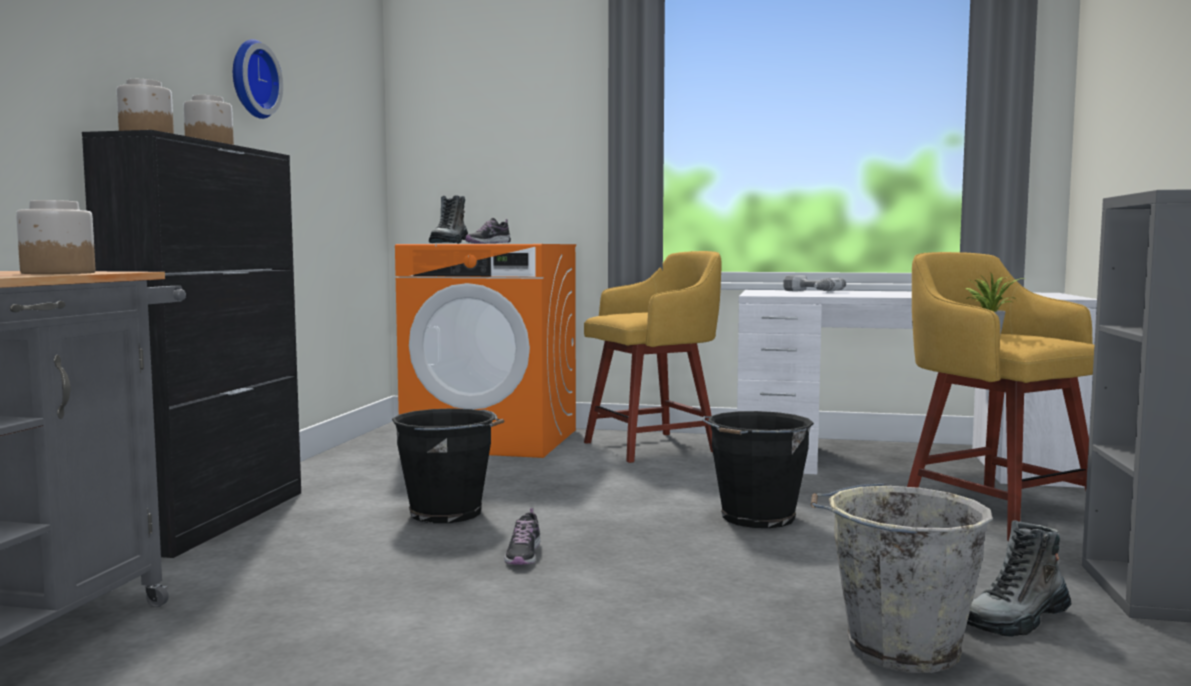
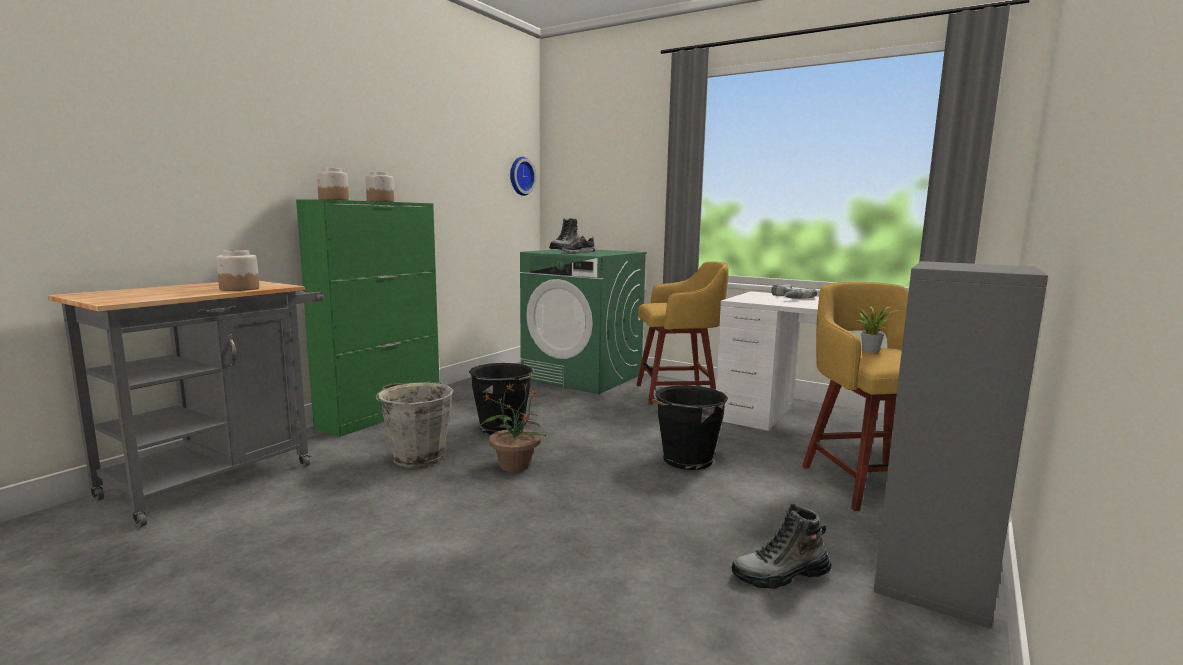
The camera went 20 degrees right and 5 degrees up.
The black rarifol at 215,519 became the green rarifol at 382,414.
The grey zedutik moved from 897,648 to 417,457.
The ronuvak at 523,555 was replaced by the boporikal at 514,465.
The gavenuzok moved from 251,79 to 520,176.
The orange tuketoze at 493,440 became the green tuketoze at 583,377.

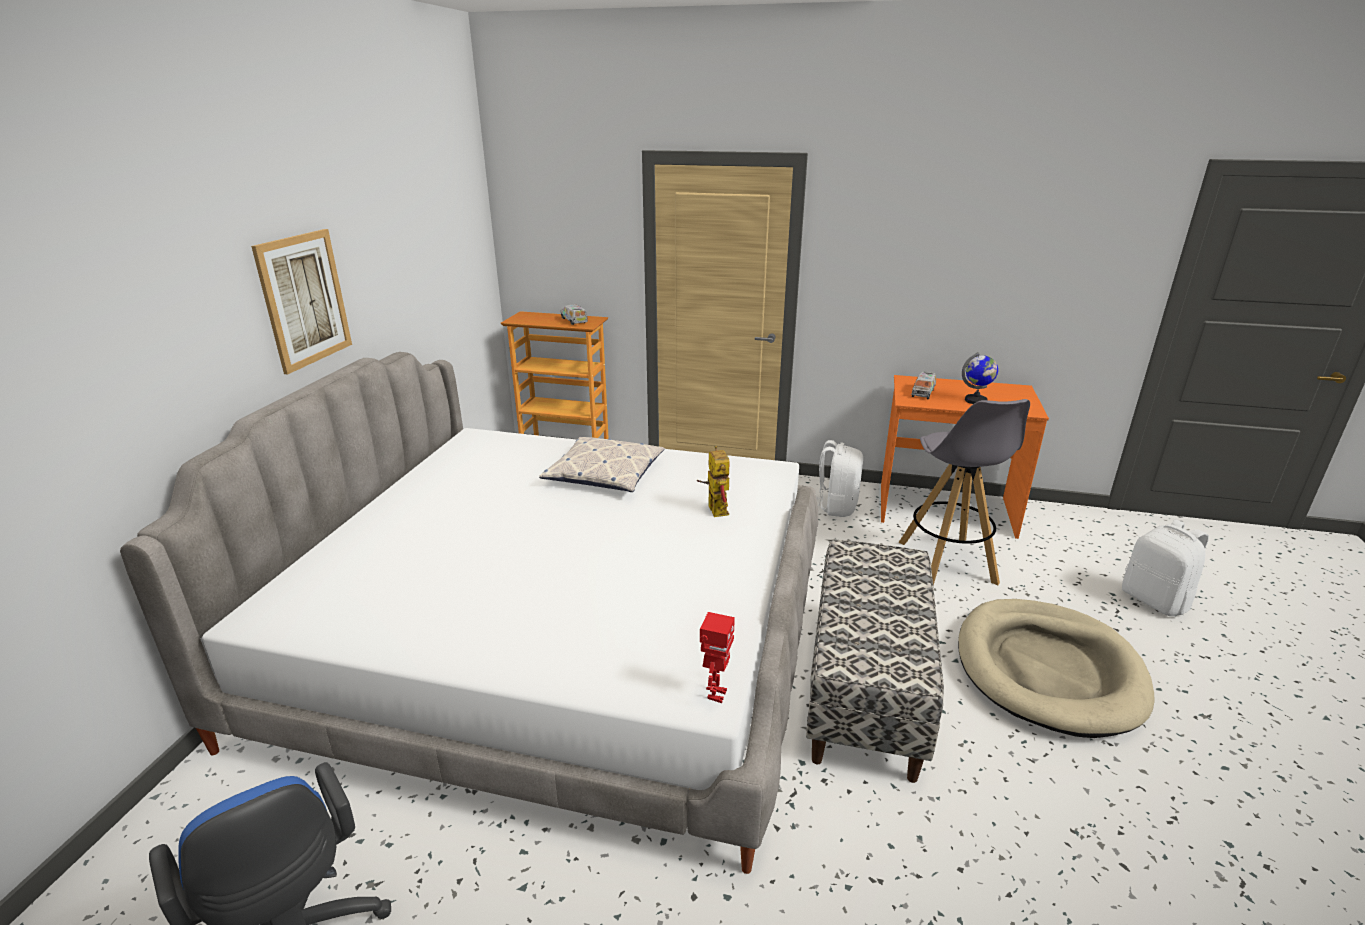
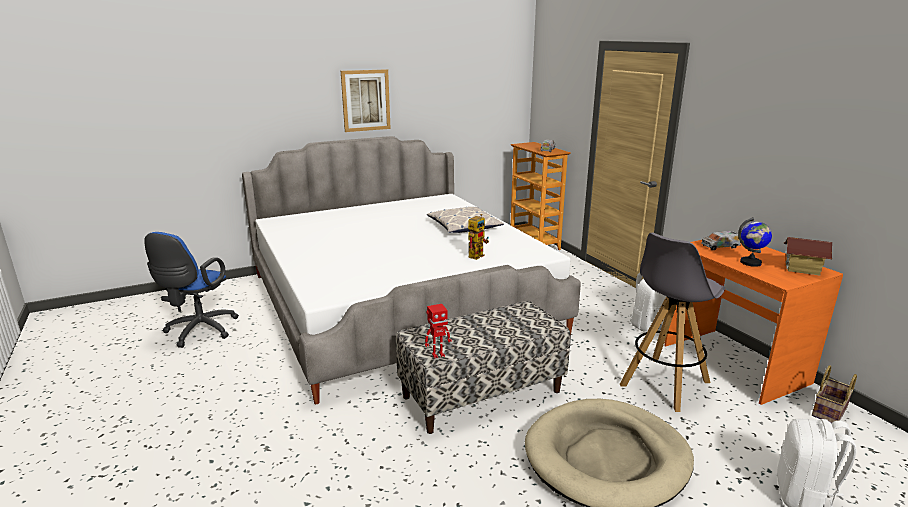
The camera went 50 degrees right and 5 degrees down.
The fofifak moved from 716,694 to 437,355.
The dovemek at 802,269 appeared.
The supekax at 830,412 appeared.

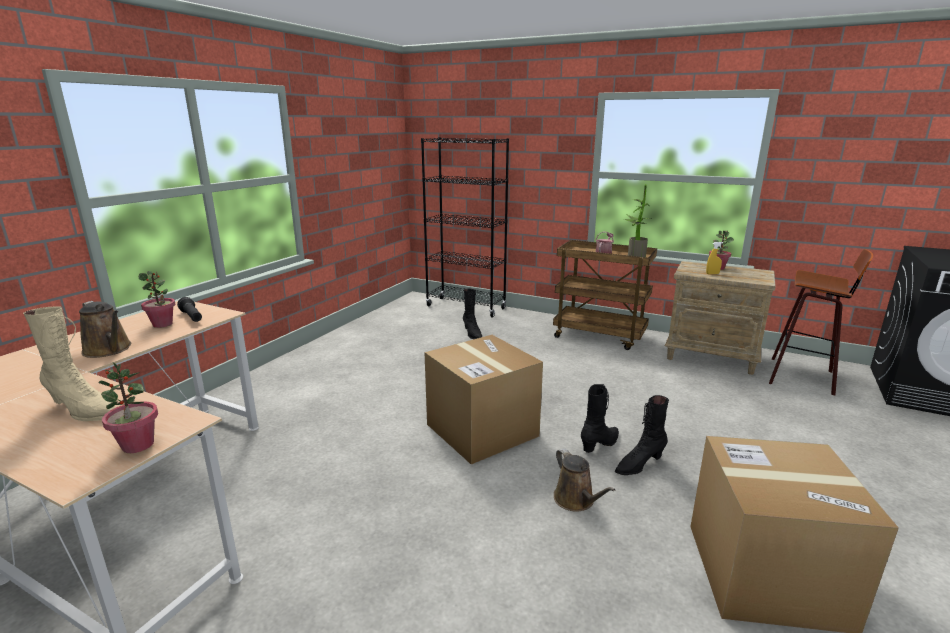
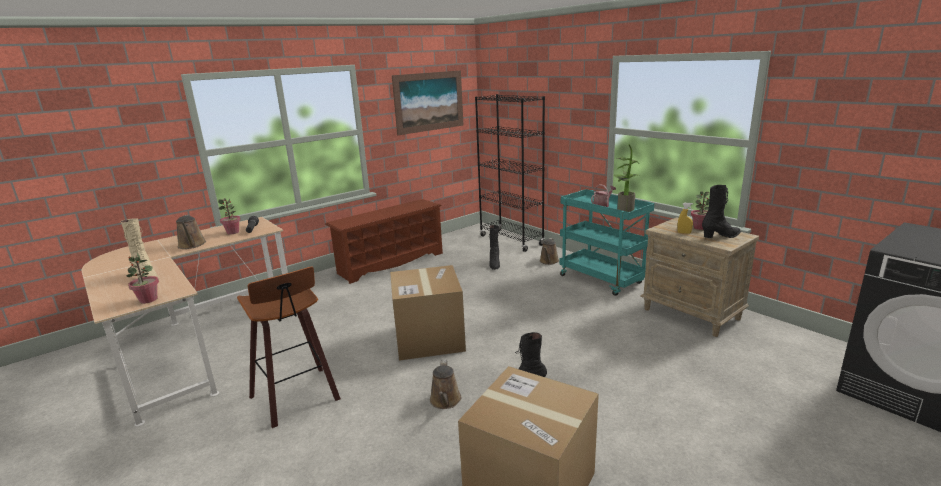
The camera went 25 degrees right and 0 degrees up.
The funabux moved from 804,376 to 298,398.
The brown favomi at 390,263 appeared.
The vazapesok at 429,101 appeared.
The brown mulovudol at 548,261 appeared.
The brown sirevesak at 600,336 became the turquoise sirevesak at 602,280.
The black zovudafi moved from 600,444 to 721,236.

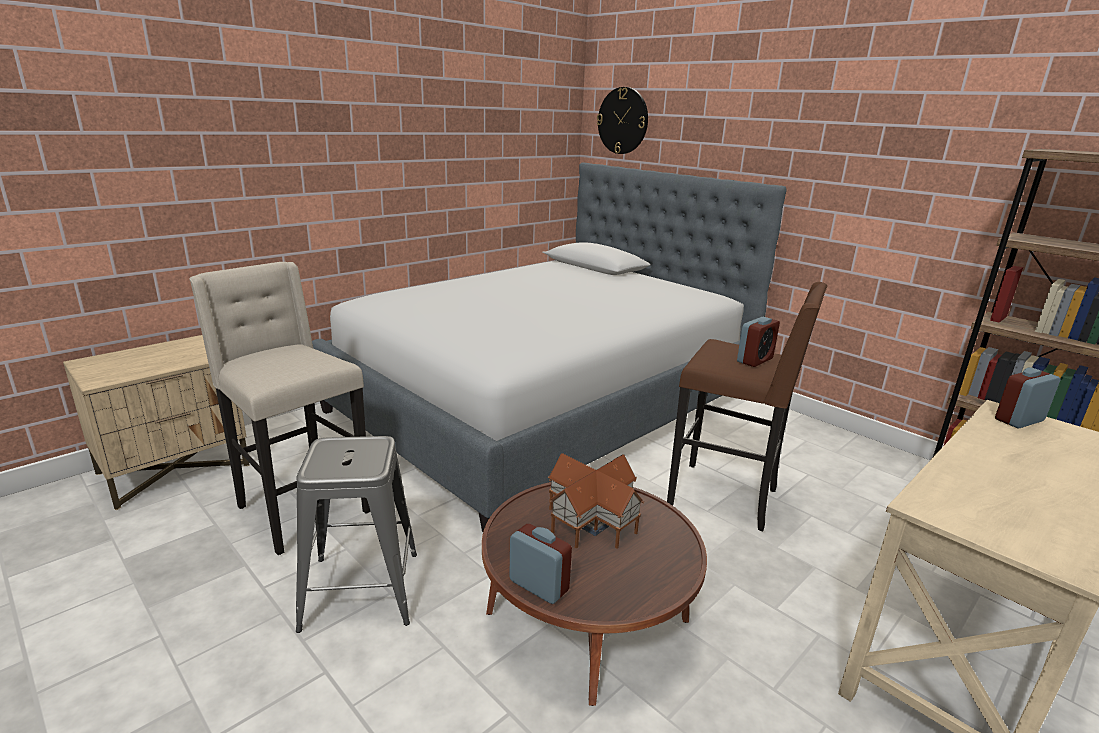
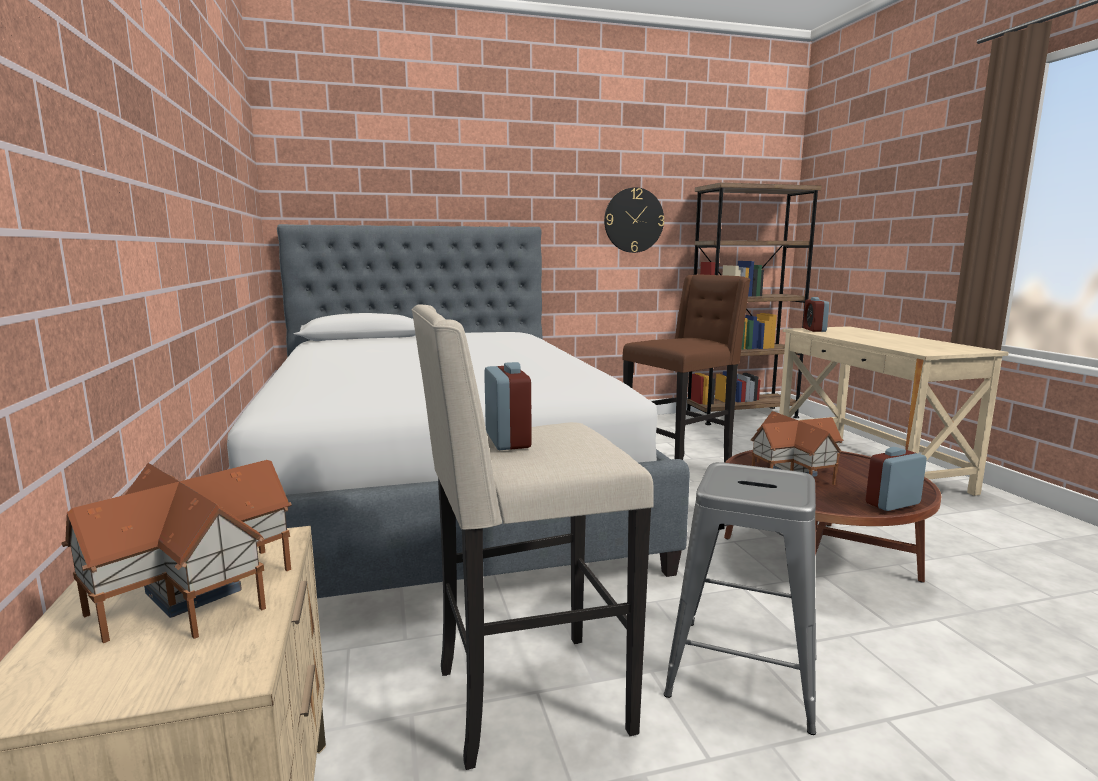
The camera went 60 degrees left and 10 degrees down.
The dovemek at 192,593 appeared.
The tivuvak moved from 755,360 to 507,440.
The gavenuzok moved from 623,121 to 633,220.

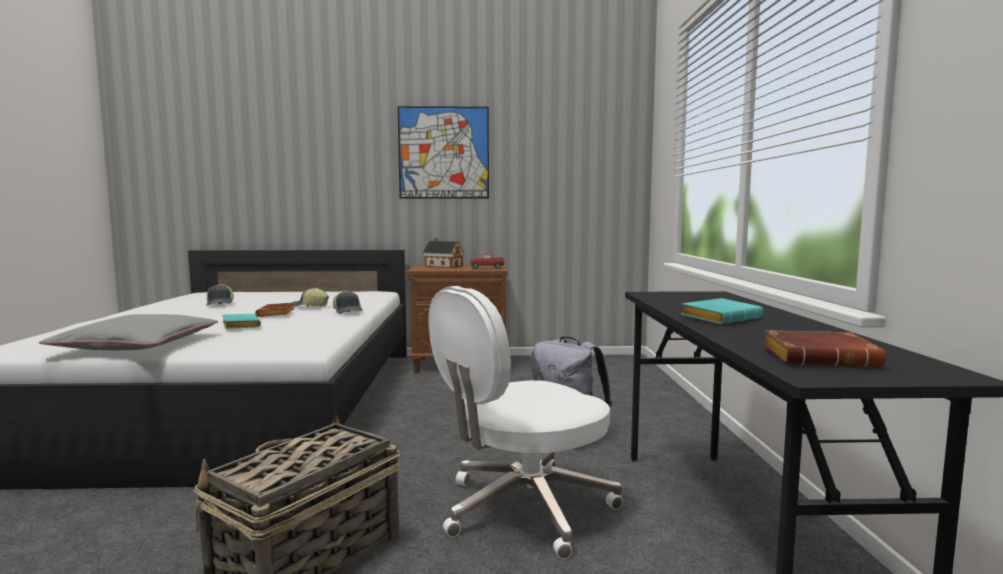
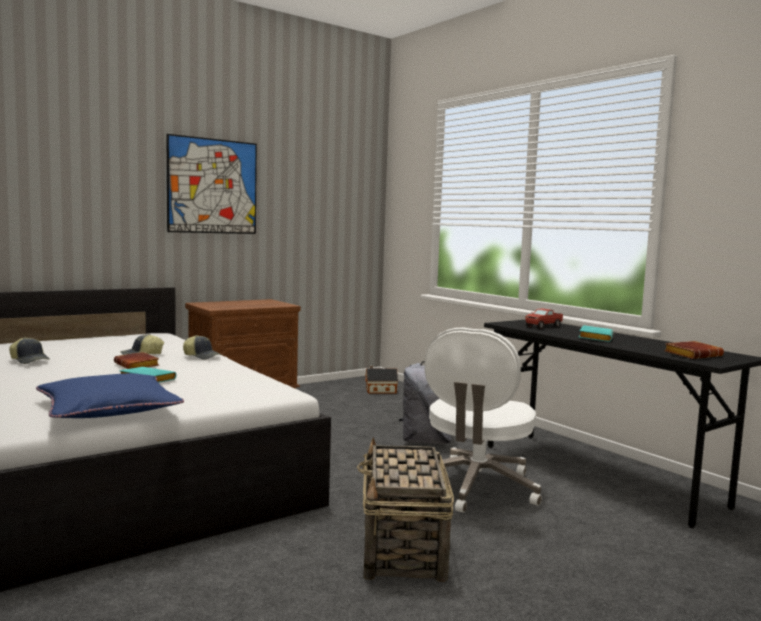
The camera went 35 degrees left and 0 degrees up.
The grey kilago at 137,345 became the blue kilago at 108,409.
The dovemek moved from 442,266 to 379,390.
The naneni moved from 487,268 to 543,326.

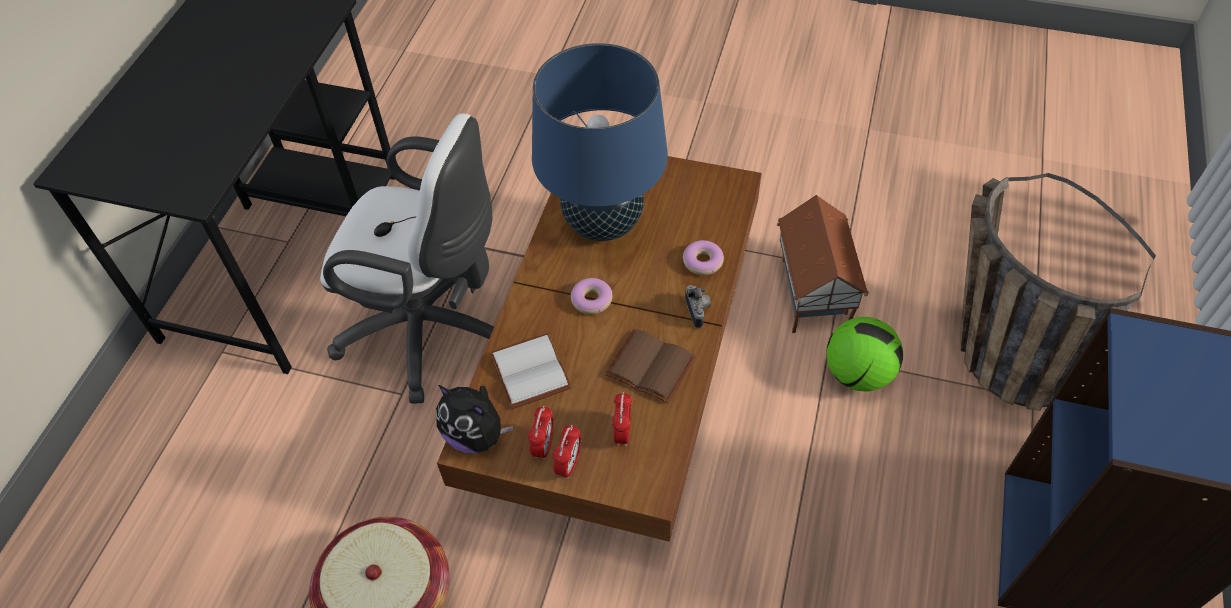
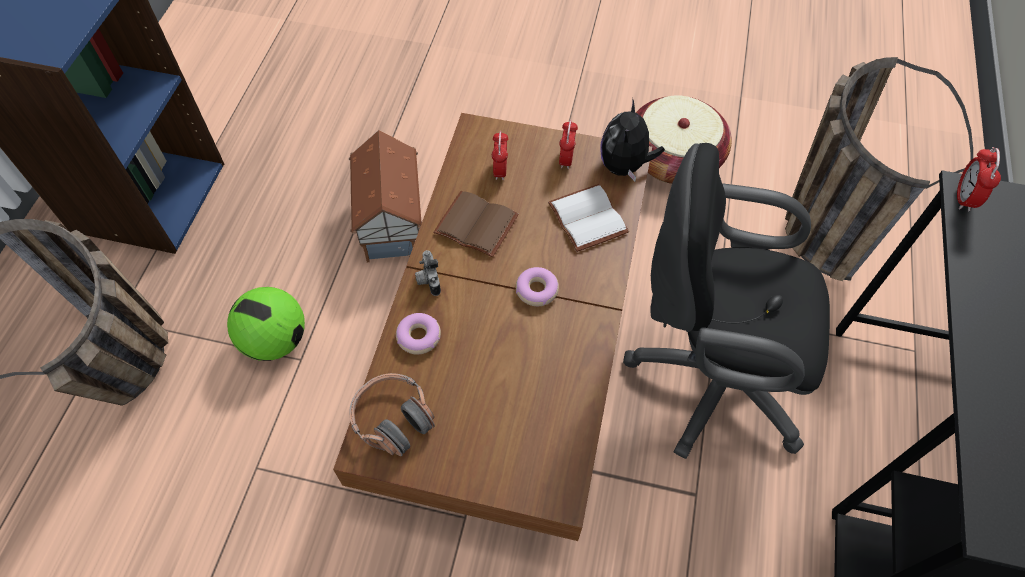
The camera went 175 degrees right and 5 degrees up.
The dovemek moved from 811,293 to 394,223.
The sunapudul at 393,419 appeared.
The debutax at 476,435 turned 105 degrees counterclockwise.
The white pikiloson at 432,331 became the black pikiloson at 707,377.
The supekax at 821,217 appeared.
The tivuvak moved from 569,464 to 963,198.
The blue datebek at 603,223 disappeared.

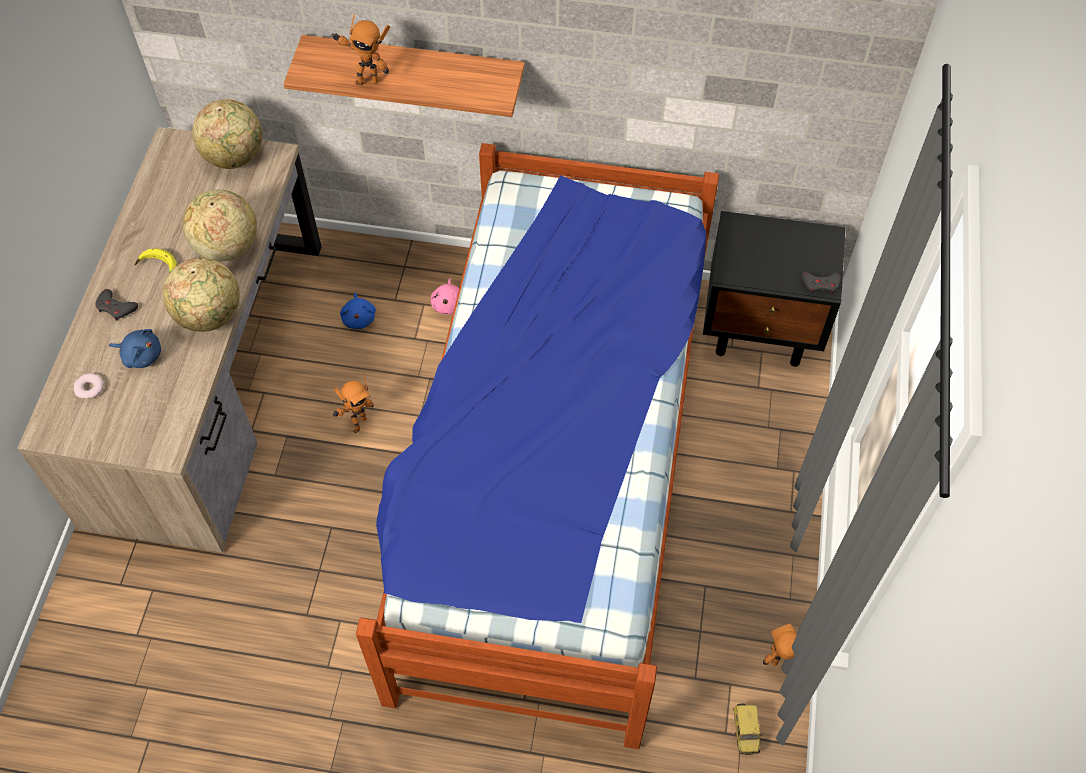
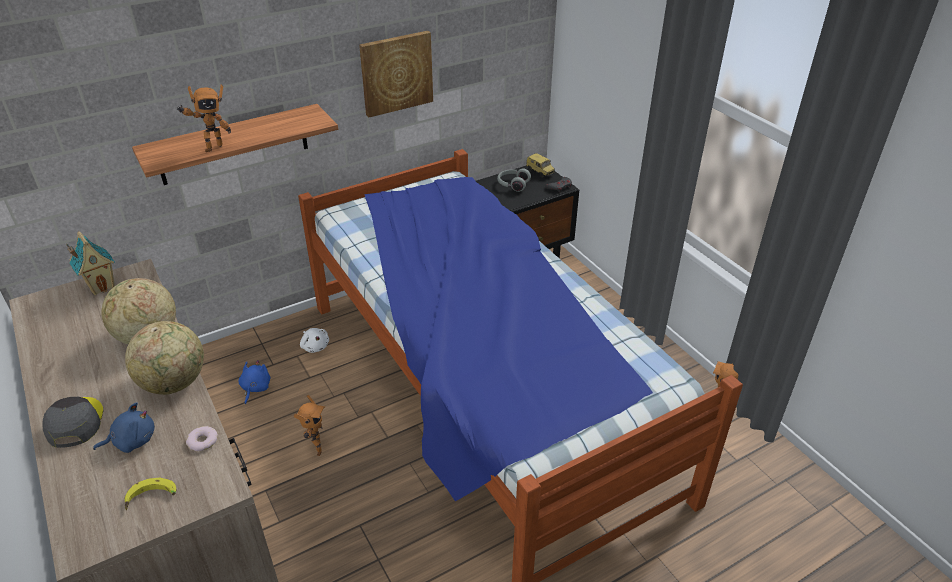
The camera went 40 degrees left and 20 degrees down.
The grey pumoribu at 116,307 was replaced by the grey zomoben at 75,423.
The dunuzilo at 235,156 was replaced by the dovemek at 101,286.
The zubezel moved from 157,266 to 151,498.
The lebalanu moved from 89,388 to 202,441.
The blue debutax at 359,318 turned 120 degrees counterclockwise.
The pink debutax at 448,303 became the white debutax at 315,346.
The vazapesok at 396,73 appeared.
The grey sunapudul at 512,185 appeared.
The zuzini moved from 746,732 to 540,172.

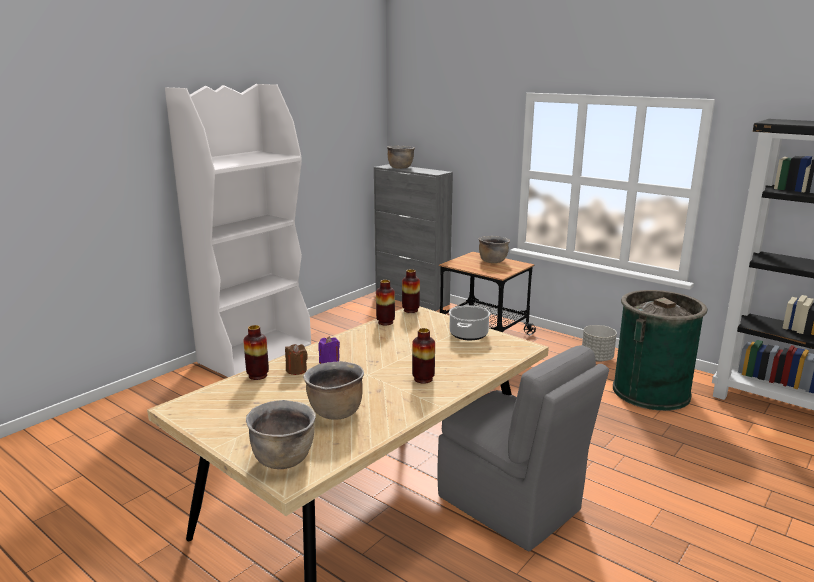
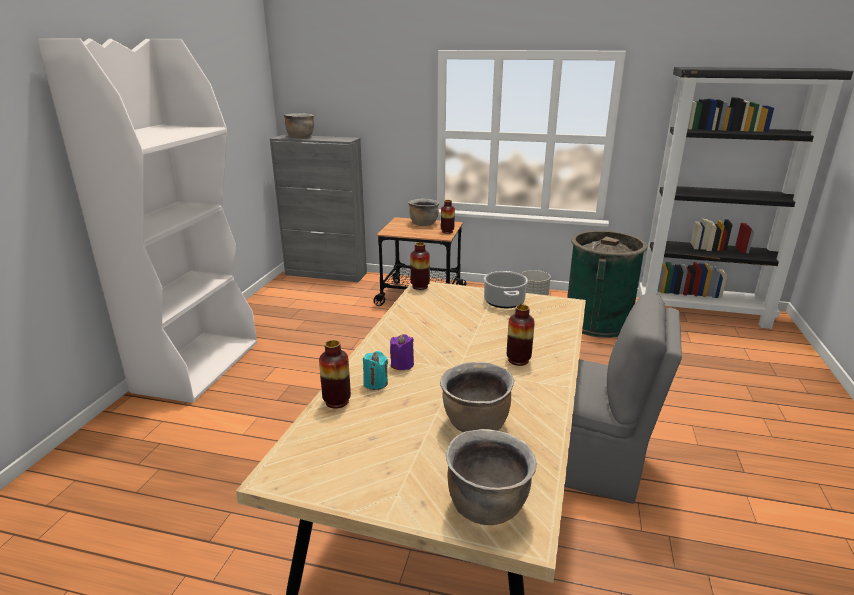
The camera went 25 degrees left and 5 degrees up.
The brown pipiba at 296,370 became the turquoise pipiba at 375,383.
The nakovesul moved from 385,322 to 447,232.

